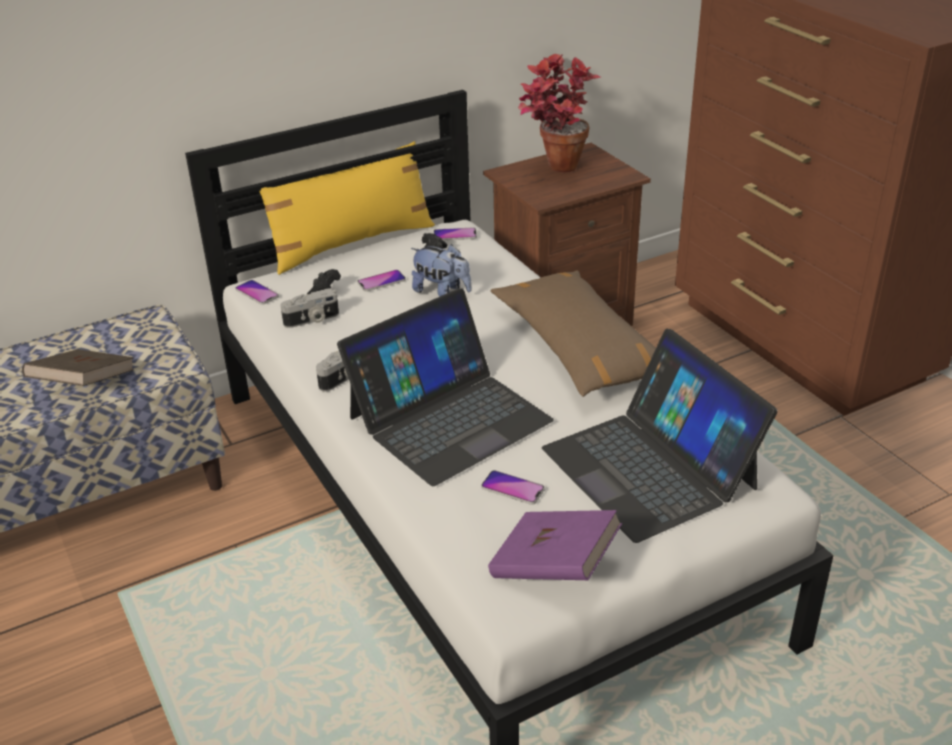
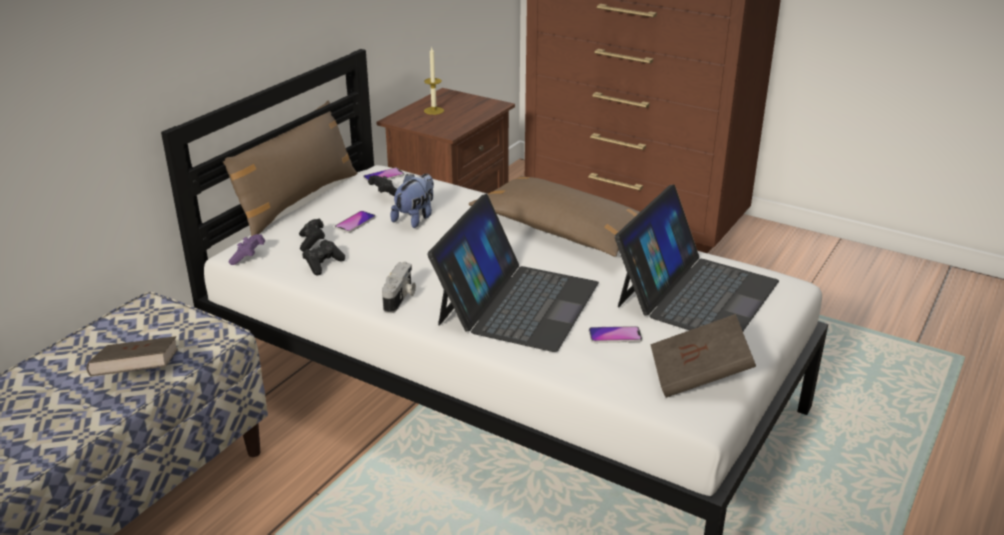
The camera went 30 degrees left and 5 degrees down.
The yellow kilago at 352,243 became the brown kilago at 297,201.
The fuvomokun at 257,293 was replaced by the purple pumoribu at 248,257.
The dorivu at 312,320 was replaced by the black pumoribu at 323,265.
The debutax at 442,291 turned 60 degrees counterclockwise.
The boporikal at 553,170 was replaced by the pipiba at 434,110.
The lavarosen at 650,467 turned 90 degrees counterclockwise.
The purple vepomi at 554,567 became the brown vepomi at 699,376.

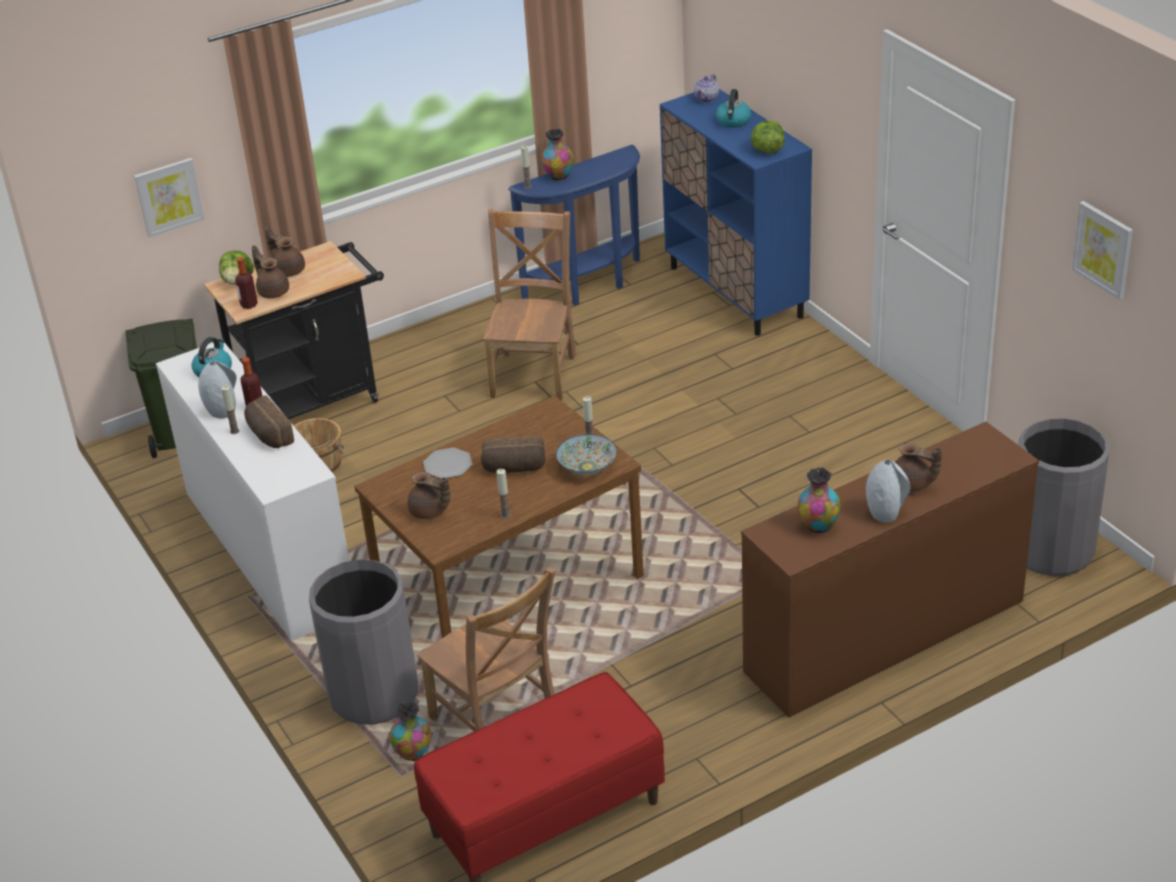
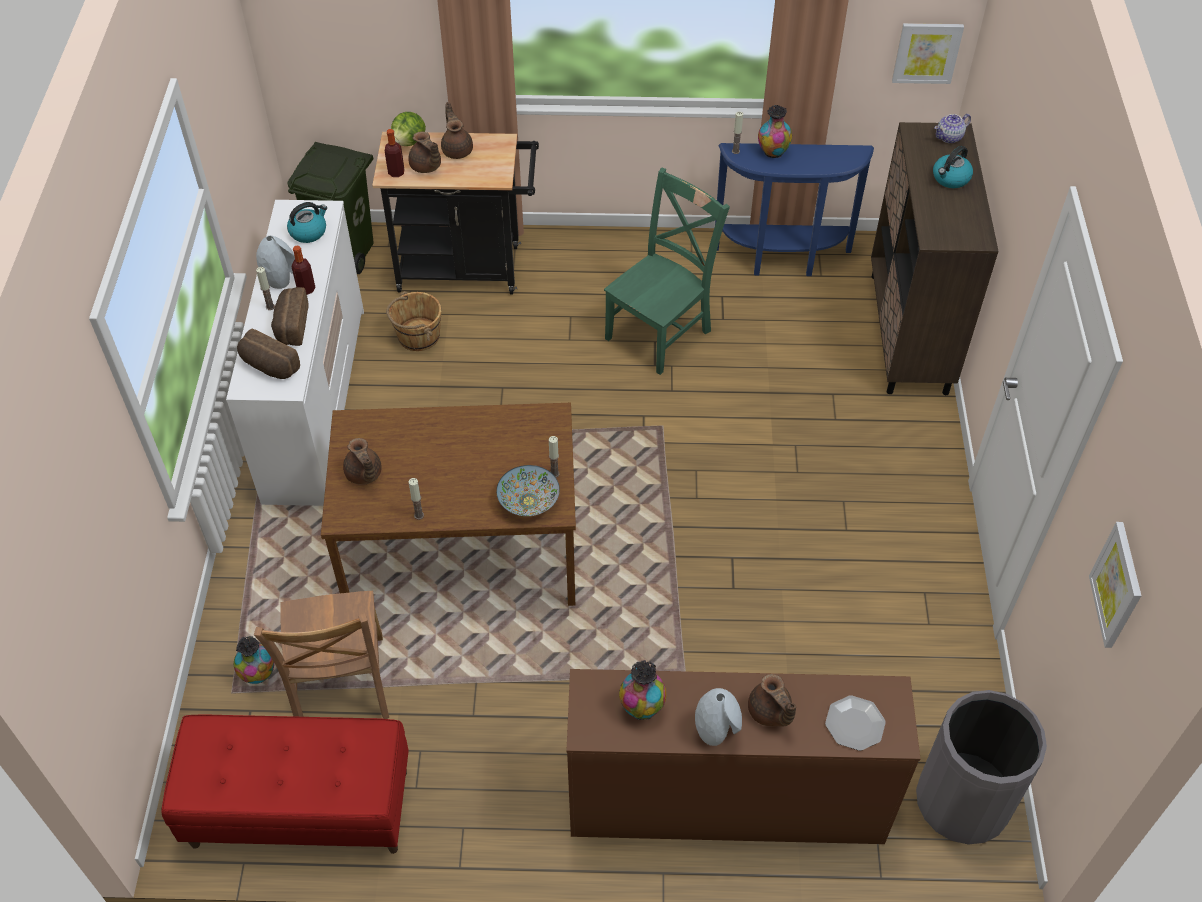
The camera went 30 degrees right and 15 degrees up.
The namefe moved from 514,468 to 269,366.
The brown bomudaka at 273,291 turned 150 degrees clockwise.
The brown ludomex at 534,373 became the green ludomex at 661,332.
The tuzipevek moved from 448,464 to 855,723.
The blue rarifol at 736,292 became the brown rarifol at 908,333.
The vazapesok moved from 169,196 to 927,52.
The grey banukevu at 373,694 disappeared.
The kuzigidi at 767,150 disappeared.

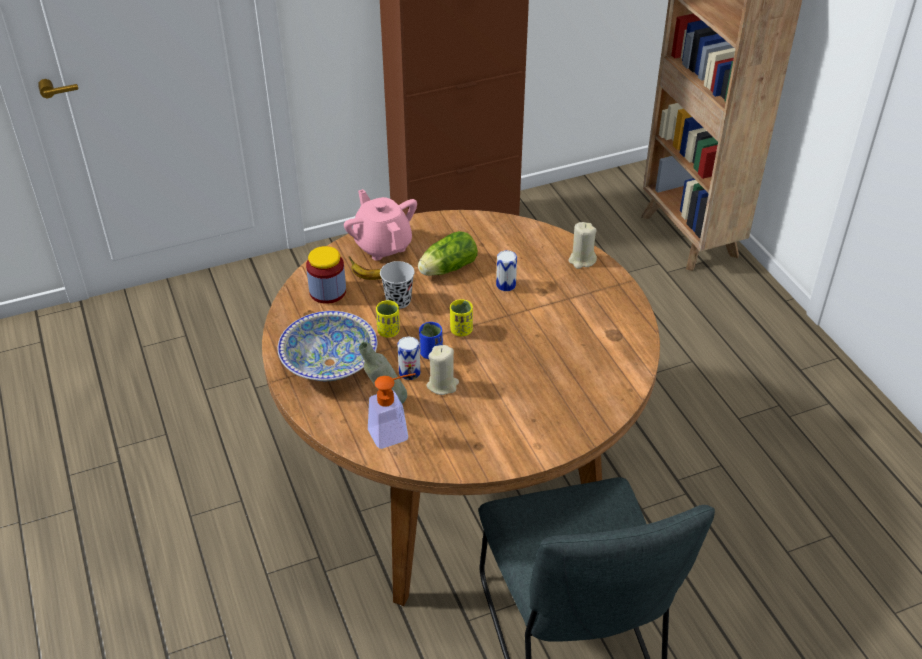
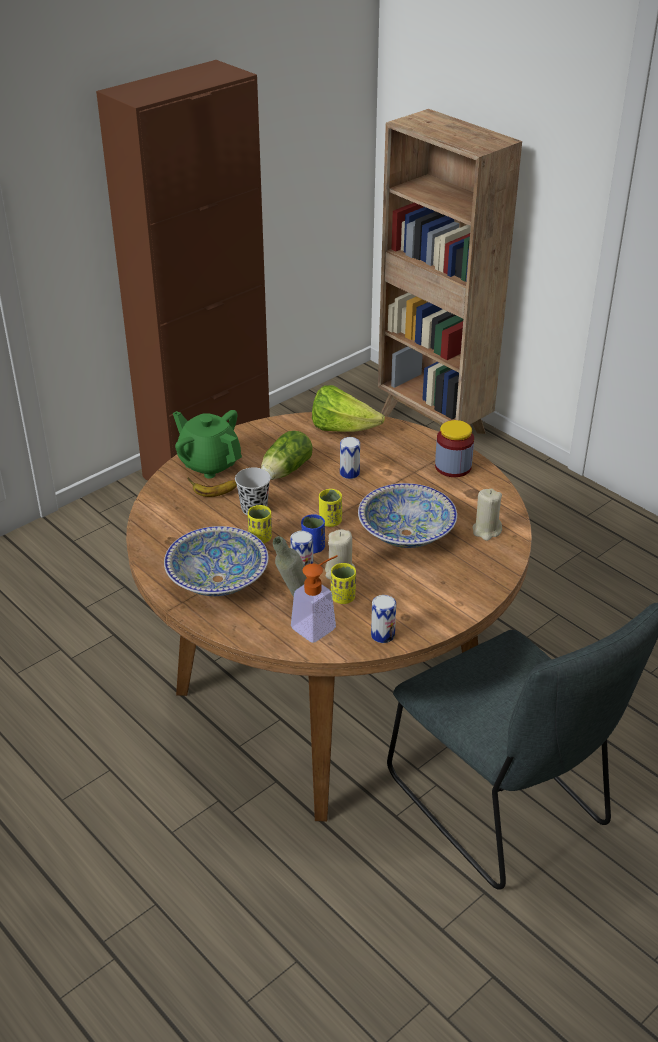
The camera went 20 degrees left and 5 degrees down.
The pink bomudaka at 382,245 became the green bomudaka at 209,463.
The kuzigidi at 342,429 appeared.
The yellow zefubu at 343,598 appeared.
The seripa at 406,533 appeared.
The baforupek at 382,635 appeared.
The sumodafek moved from 327,291 to 453,467.
The beige pipiba moved from 582,260 to 486,531.

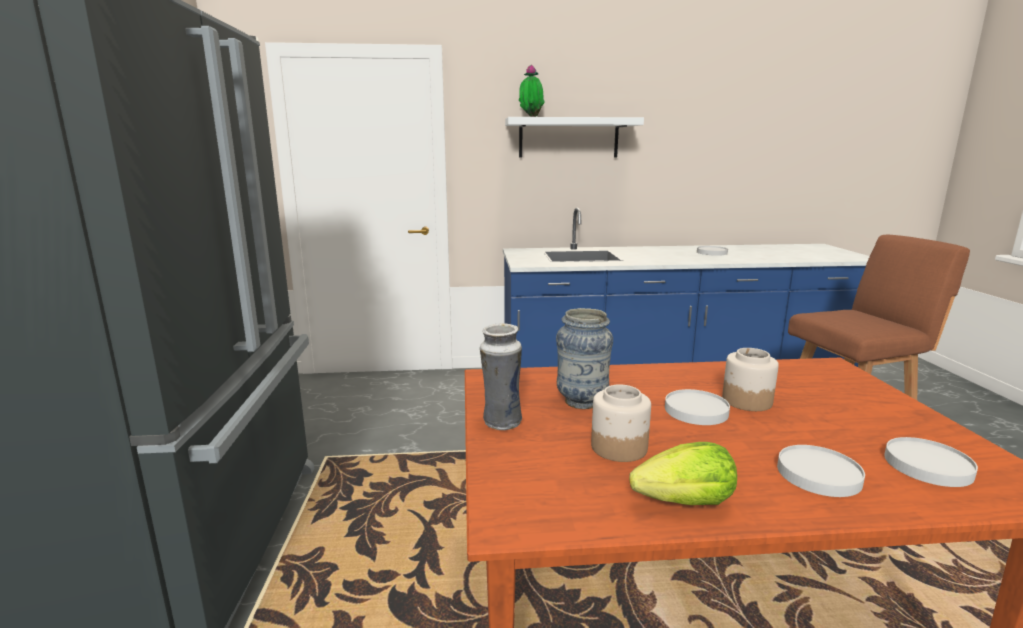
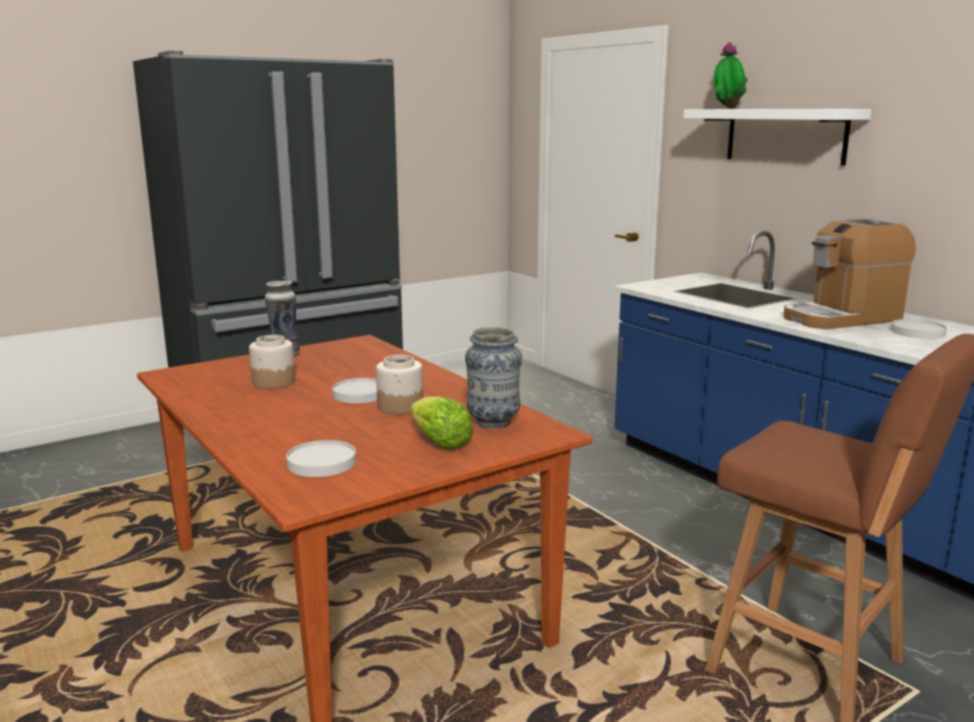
The camera went 60 degrees right and 0 degrees up.
The kuzigidi moved from 686,503 to 440,443.
The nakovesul moved from 582,402 to 493,423.
The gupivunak at 841,318 appeared.
The white tuzipevek at 818,474 disappeared.

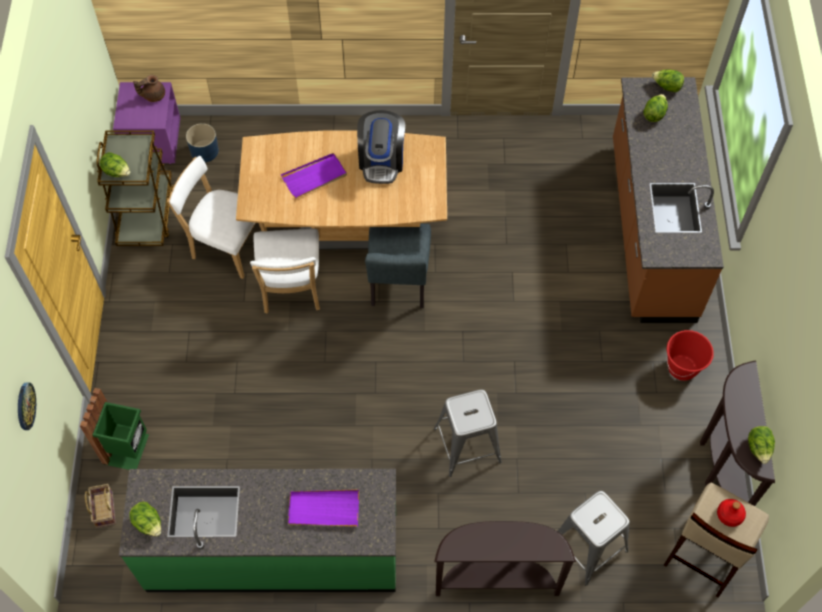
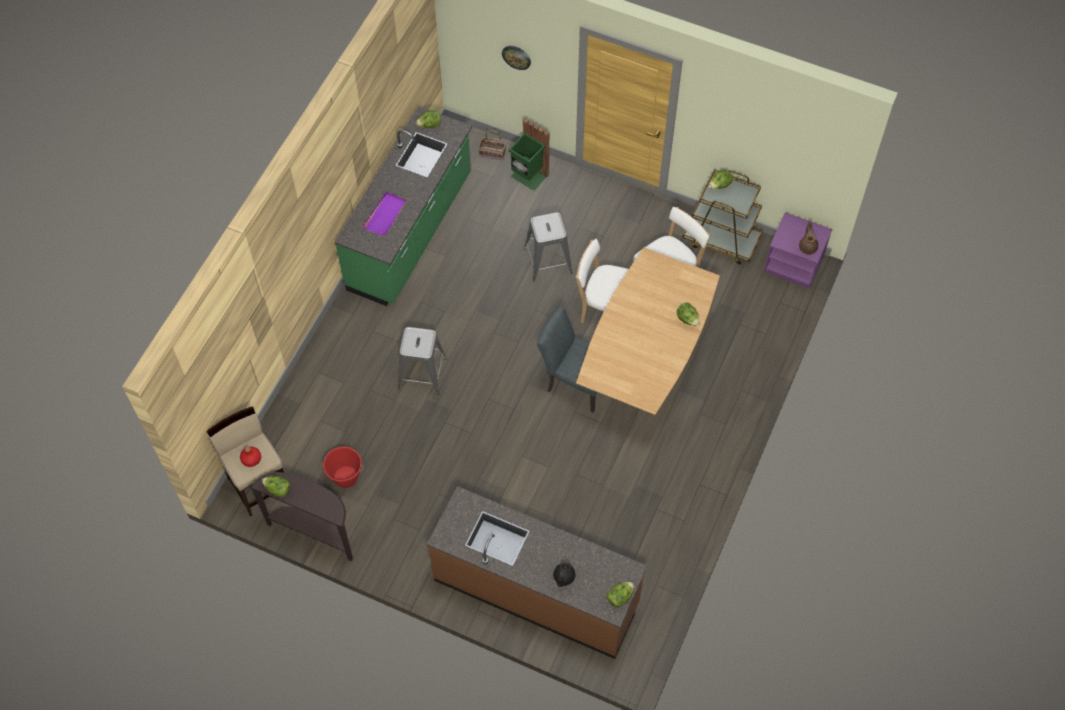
The camera went 115 degrees right and 0 degrees up.
The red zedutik moved from 682,368 to 345,477.
The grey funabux moved from 588,547 to 547,261.
The black bomudaka at 563,577 appeared.
The kuzigidi moved from 654,114 to 687,319.
The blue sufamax at 204,151 disappeared.
The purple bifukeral at 314,177 disappeared.
The gupivunak at 381,160 disappeared.
The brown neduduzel at 496,580 disappeared.

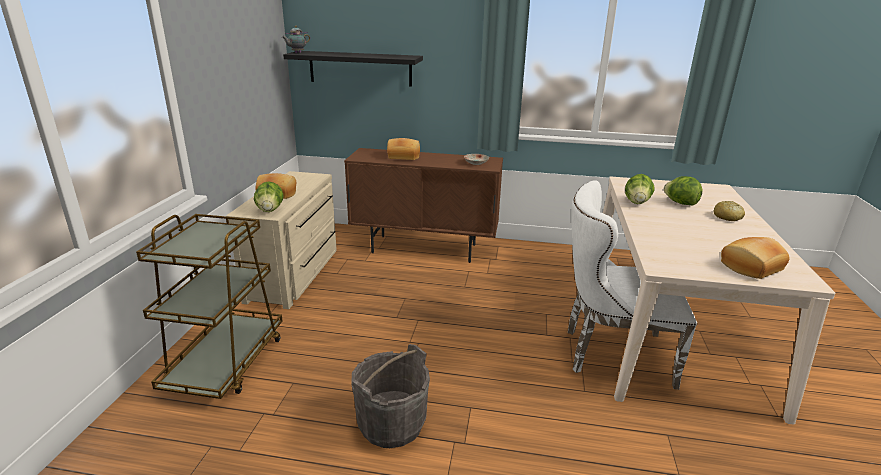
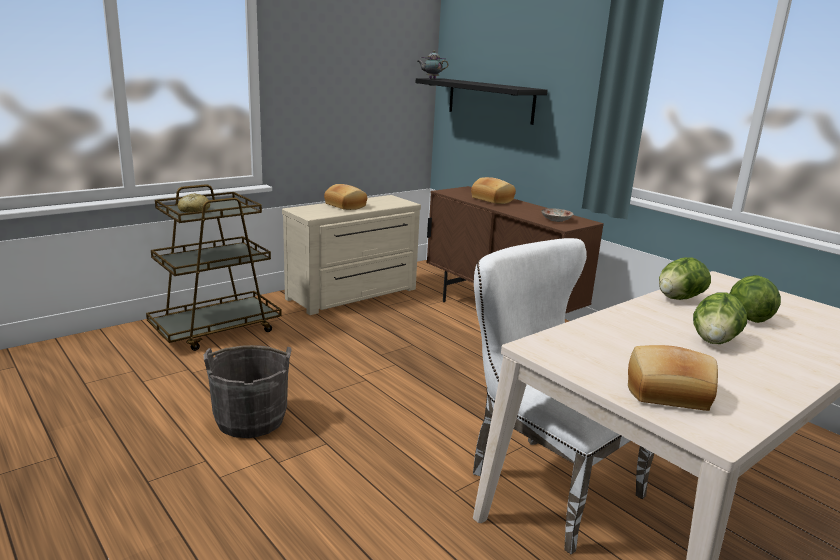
The camera went 40 degrees right and 5 degrees down.
The namefe moved from 727,217 to 194,210.
The kuzigidi moved from 270,210 to 714,341.

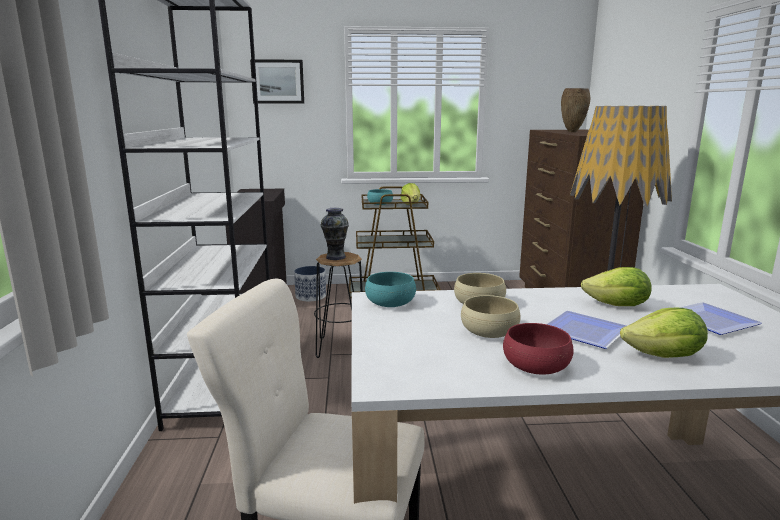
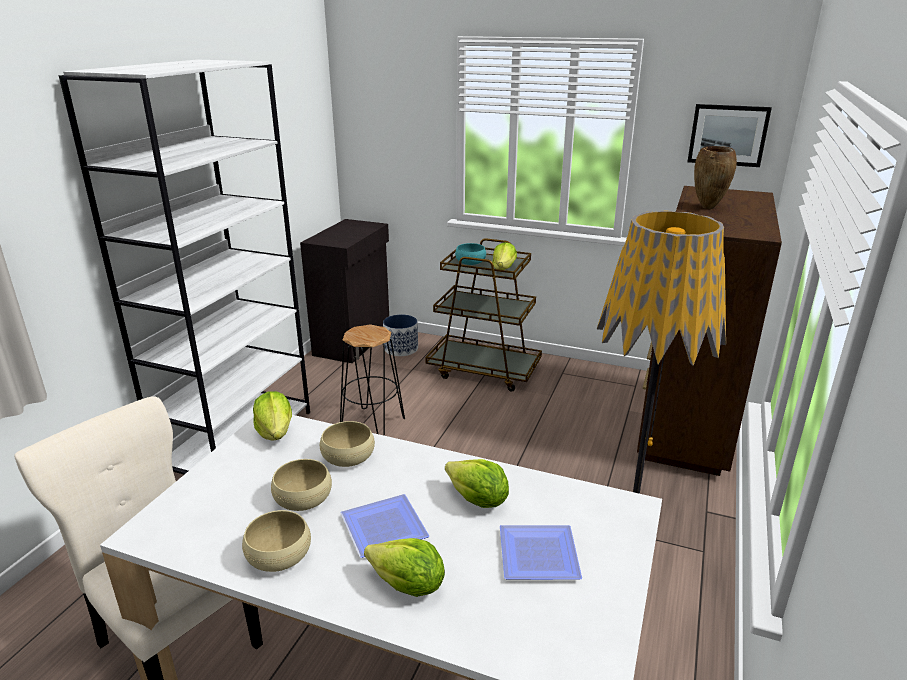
The camera went 25 degrees right and 10 degrees up.
The red seripa at 536,365 became the beige seripa at 279,555.
The turquoise seripa at 390,302 was replaced by the kuzigidi at 275,432.
The vazapesok moved from 278,81 to 728,135.
The nakovesul at 336,257 disappeared.

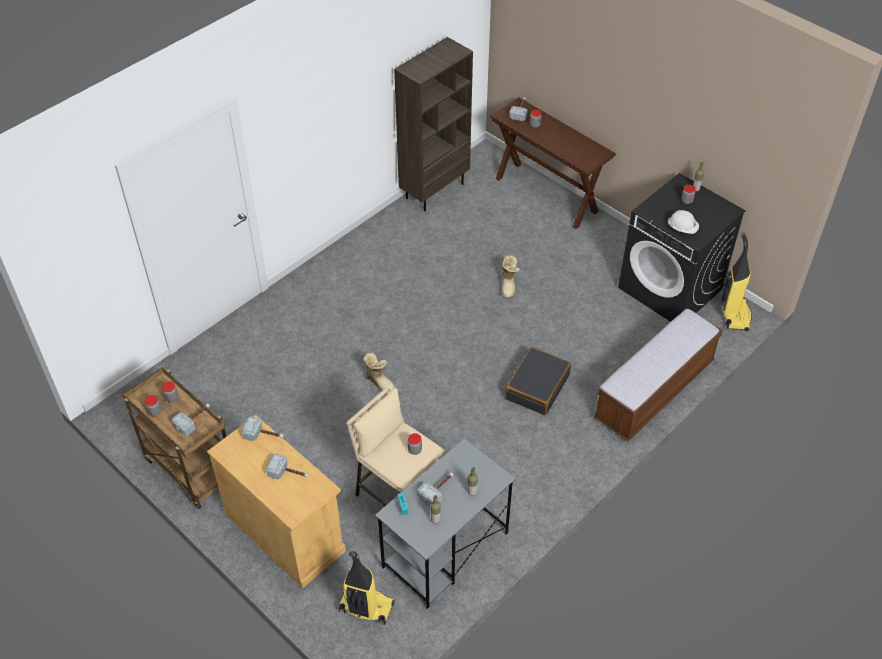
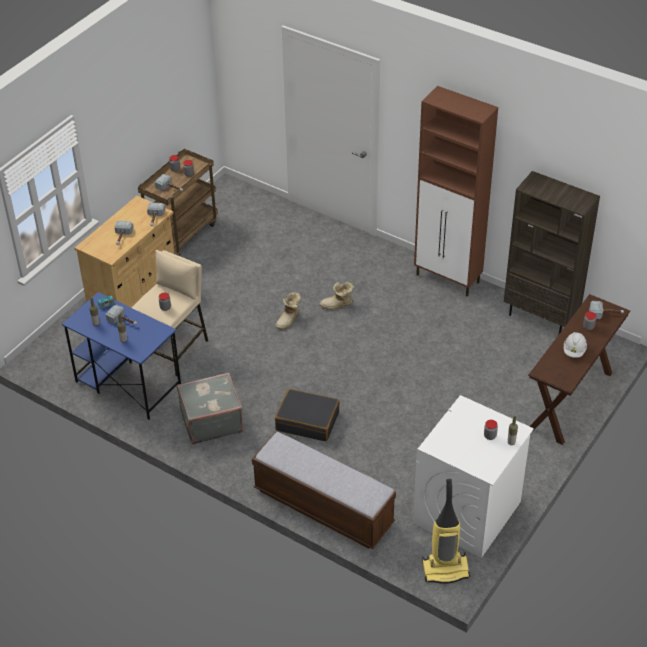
The camera went 80 degrees right and 5 degrees down.
The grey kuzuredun at 445,551 became the blue kuzuredun at 127,384.
The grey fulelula at 211,421 appeared.
The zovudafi moved from 509,286 to 337,305.
The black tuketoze at 671,288 became the white tuketoze at 467,513.
The brown rarifol at 448,279 appeared.
The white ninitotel moved from 682,228 to 574,350.
The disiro at 365,608 disappeared.

